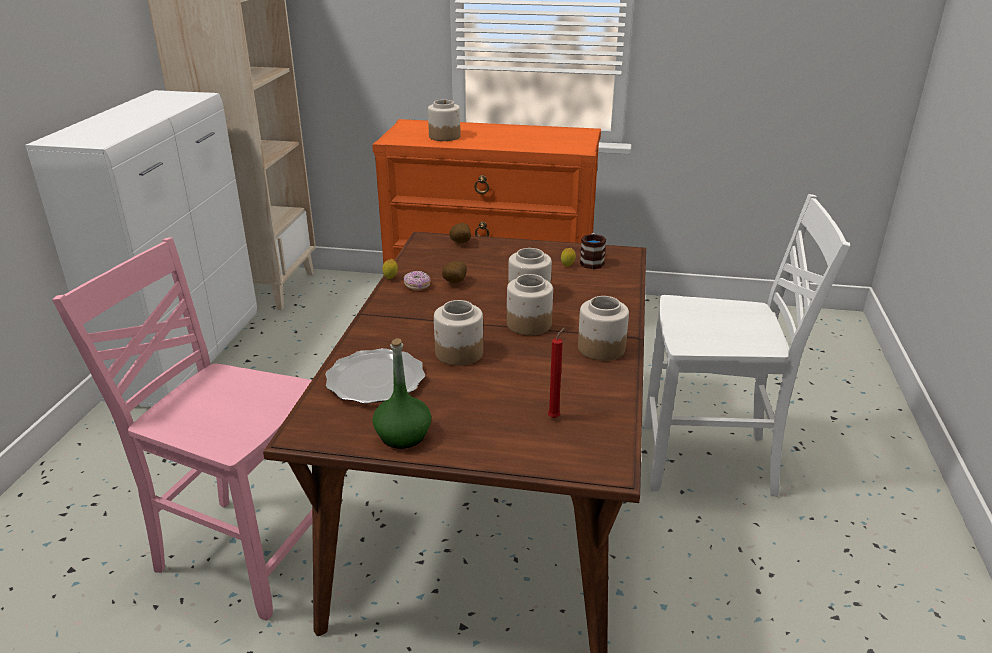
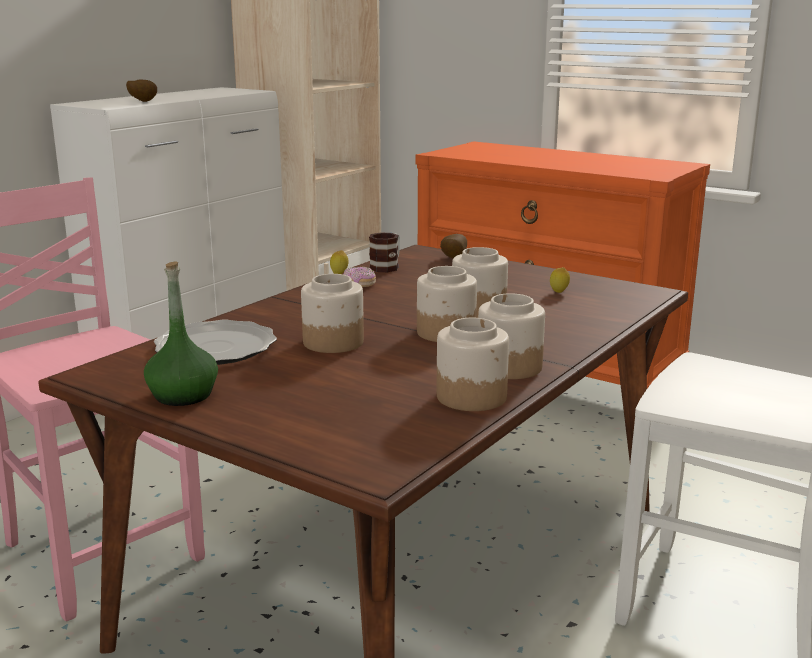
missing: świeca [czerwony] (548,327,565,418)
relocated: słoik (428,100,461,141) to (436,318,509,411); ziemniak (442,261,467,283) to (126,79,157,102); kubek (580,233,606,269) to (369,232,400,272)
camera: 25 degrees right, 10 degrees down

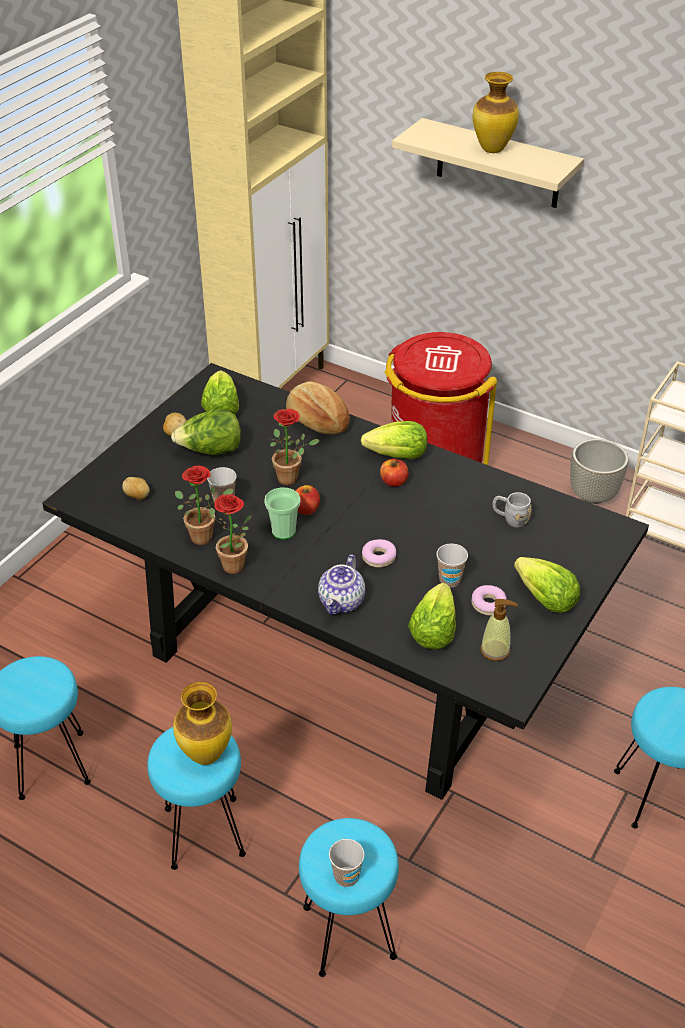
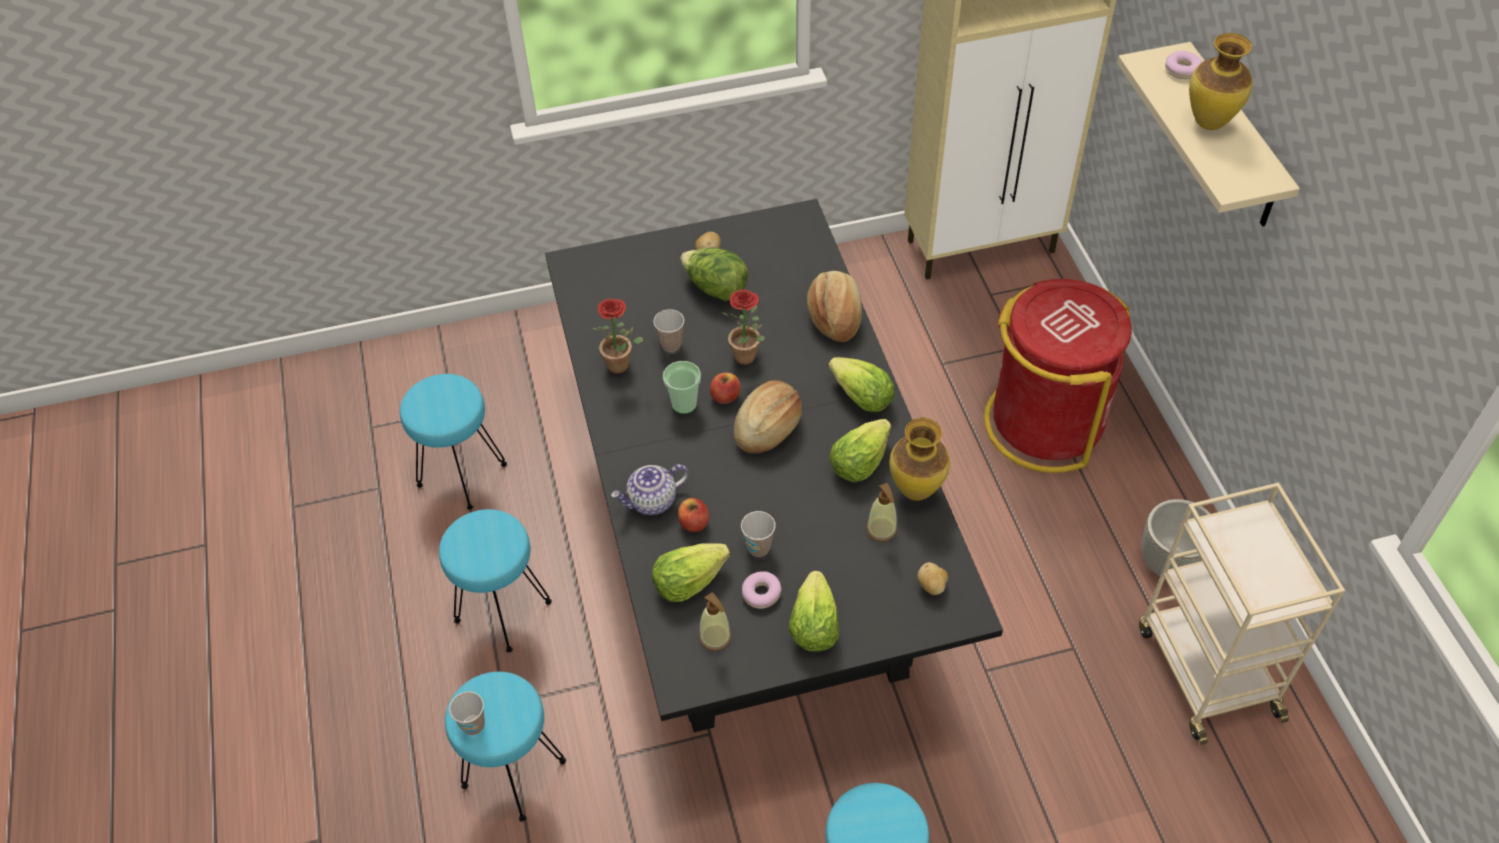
missing: roślina doniczkowa (210,494,252,574)
appeared: chleb (734,380,802,453)
relocated: ziemniak (122,477,150,500) to (918,562,948,595); wazon (173,682,232,765) to (889,418,950,501); sałata (201,370,239,415) to (829,419,891,482); donut (362,539,396,568) to (1165,51,1202,79); jabłko (380,459,409,487) to (678,498,709,532)
exchanged: kubek [szary] (492,492,532,528) to dozownik mydła (866,483,897,542)
camera: 45 degrees right, 10 degrees up

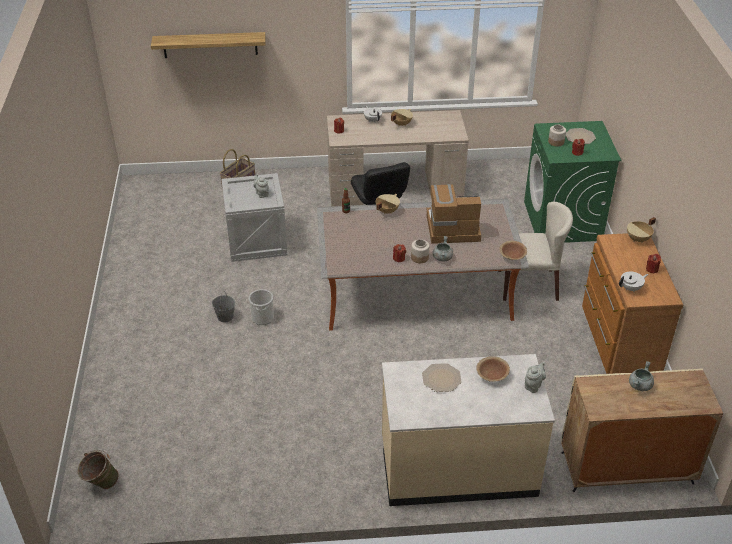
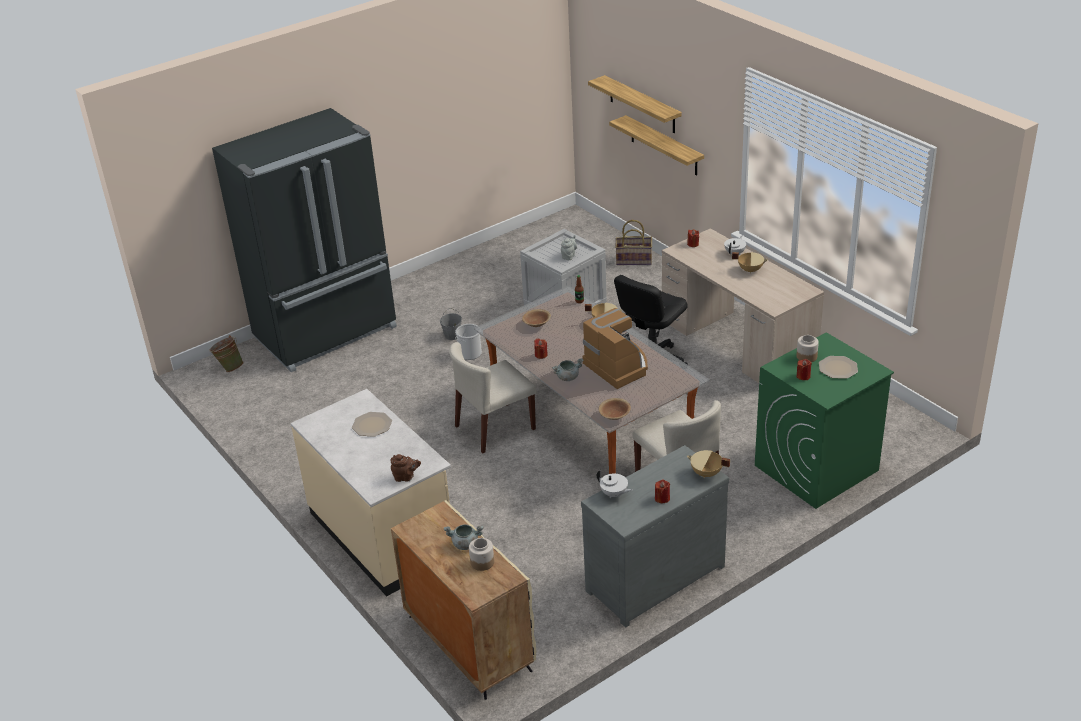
appeared: lodówka [czarny] (212,108,397,372); krzesło [beżowy] (449,342,536,453); półka (609,115,704,176)
relocated: słoik (411,239,429,263) to (469,538,494,571); miska [brązowy] (476,356,510,382) to (522,309,551,327)
colour: imbryk [szary] (525,362,546,393) to imbryk [brązowy] (391,454,421,482); komoda [brązowy] (582,233,683,374) to komoda [szary] (581,445,729,627)
camera: 60 degrees right, 5 degrees down

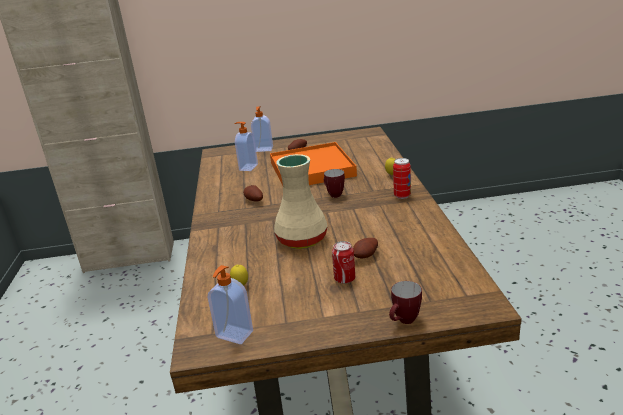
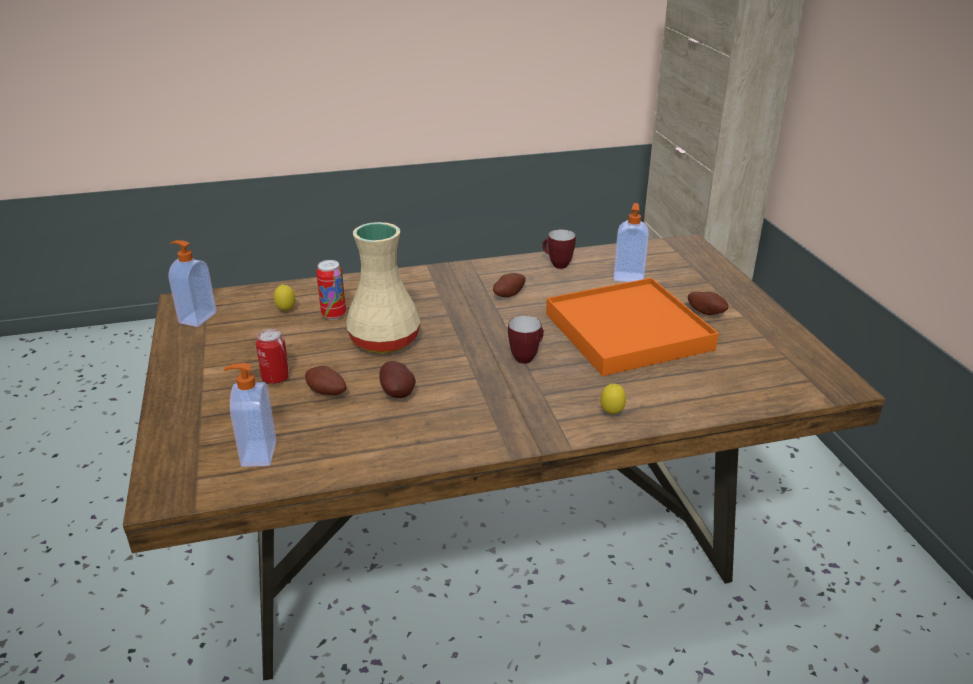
appeared: ziemniak (379,361,416,398)
relocated: dozownik mydła (251,106,273,152) to (224,363,276,467); kubek (389,281,422,324) to (542,229,576,269); puszka (393,158,411,199) to (316,260,346,320)
camera: 80 degrees right, 5 degrees up

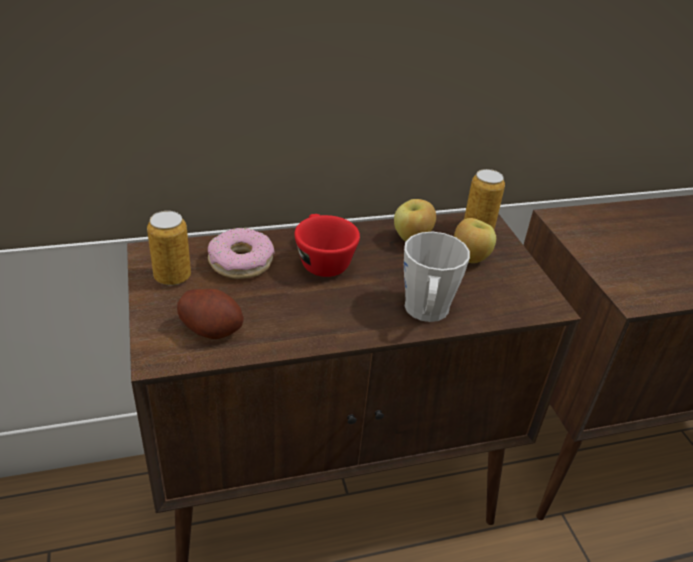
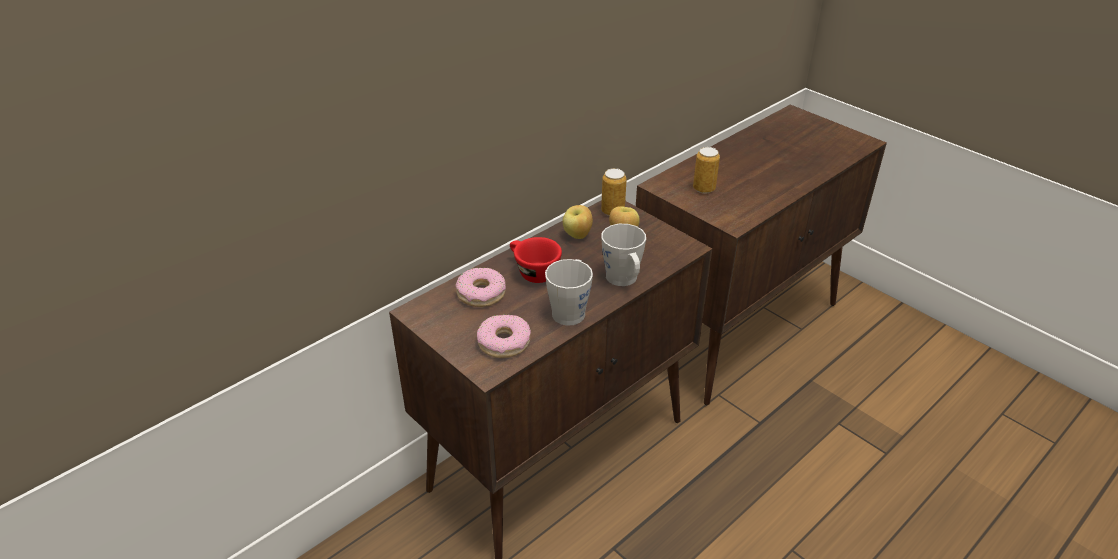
appeared: kubek [szary] (545,259,593,326)
relocated: puszka (147,211,191,285) to (693,147,720,193)
exchanged: ziemniak (177,289,244,339) to donut (477,315,531,358)
camera: 25 degrees left, 0 degrees up

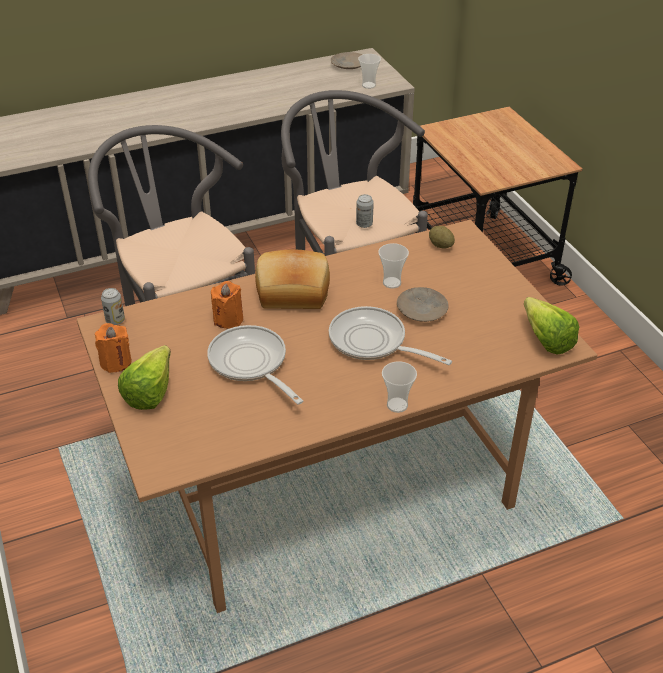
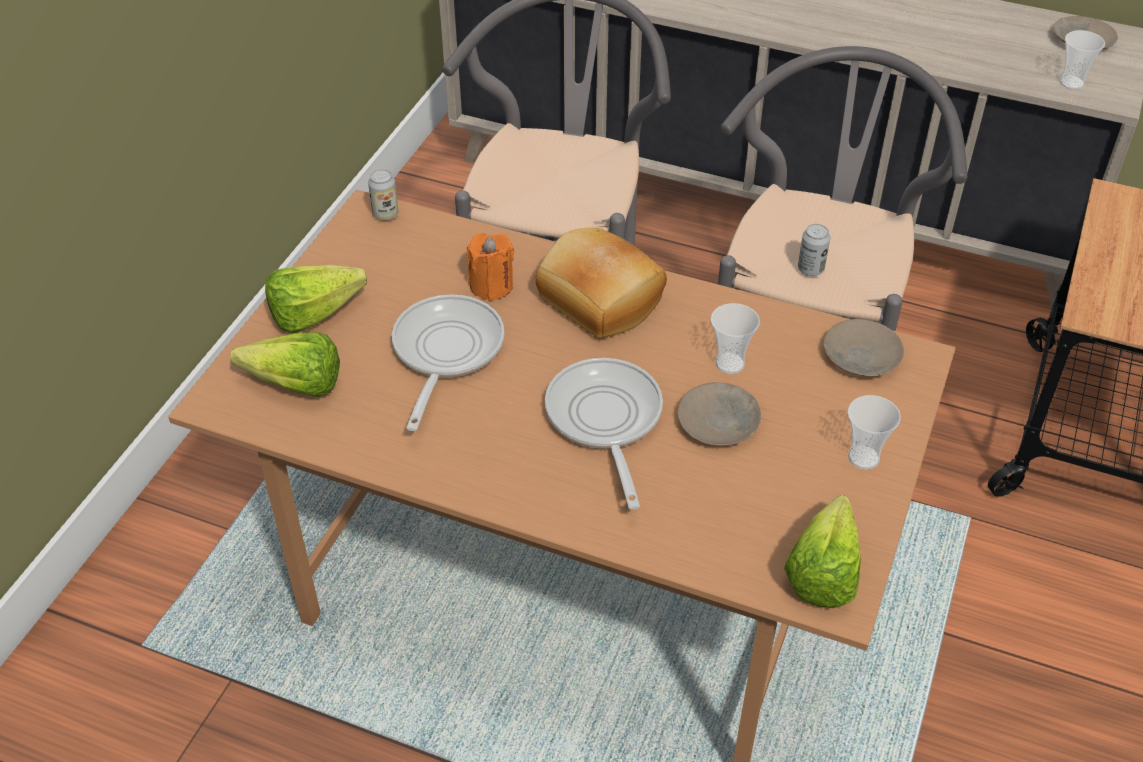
missing: świeca [pomarańczowy] (95,323,132,373)
appeared: sałata (230,332,340,397)
relocated: filiżanka (382,361,417,413) to (848,395,901,470)
exchanged: ziemniak (429,226,455,248) to talerz [beżowy] (824,319,904,377)
camera: 45 degrees right, 5 degrees up

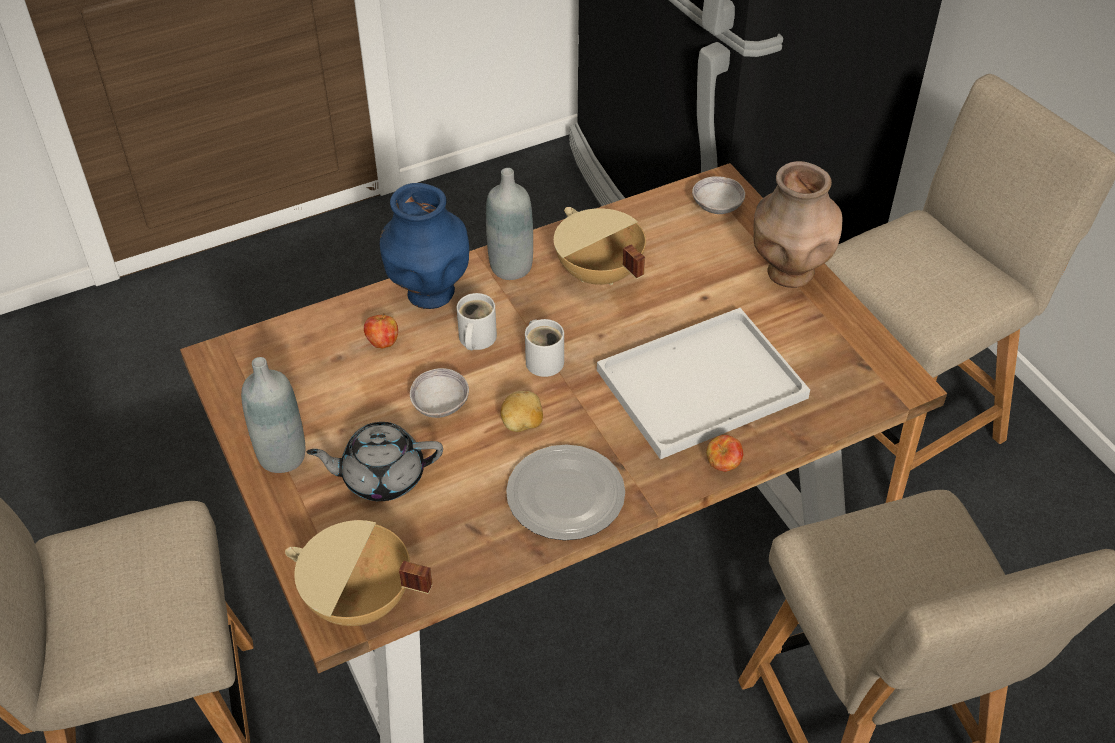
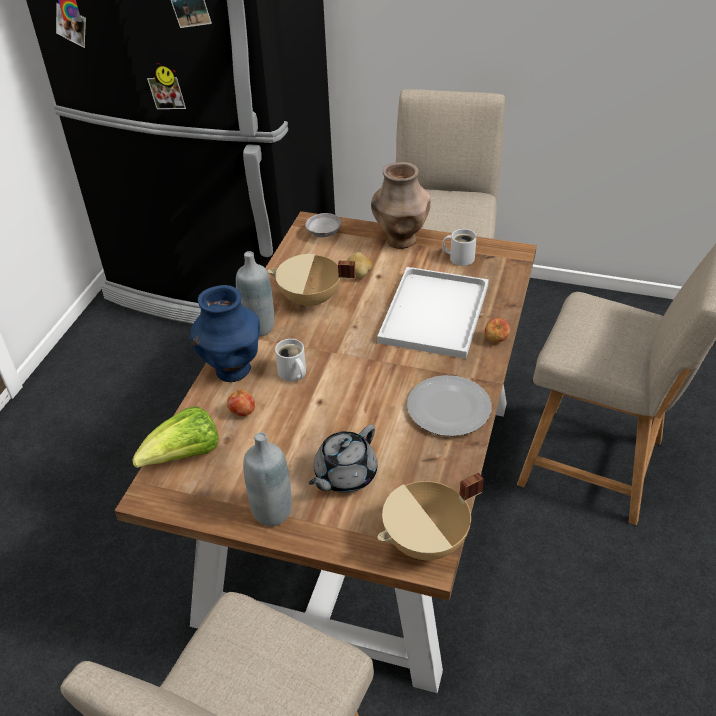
missing: miska [szary] (410,368,469,418)
appeared: sałata (132,406,219,468)
relocated: ziemniak (500,391,543,432) to (347,252,373,278); kubek [biały] (525,319,564,377) to (442,229,477,266)
camera: 45 degrees left, 5 degrees down

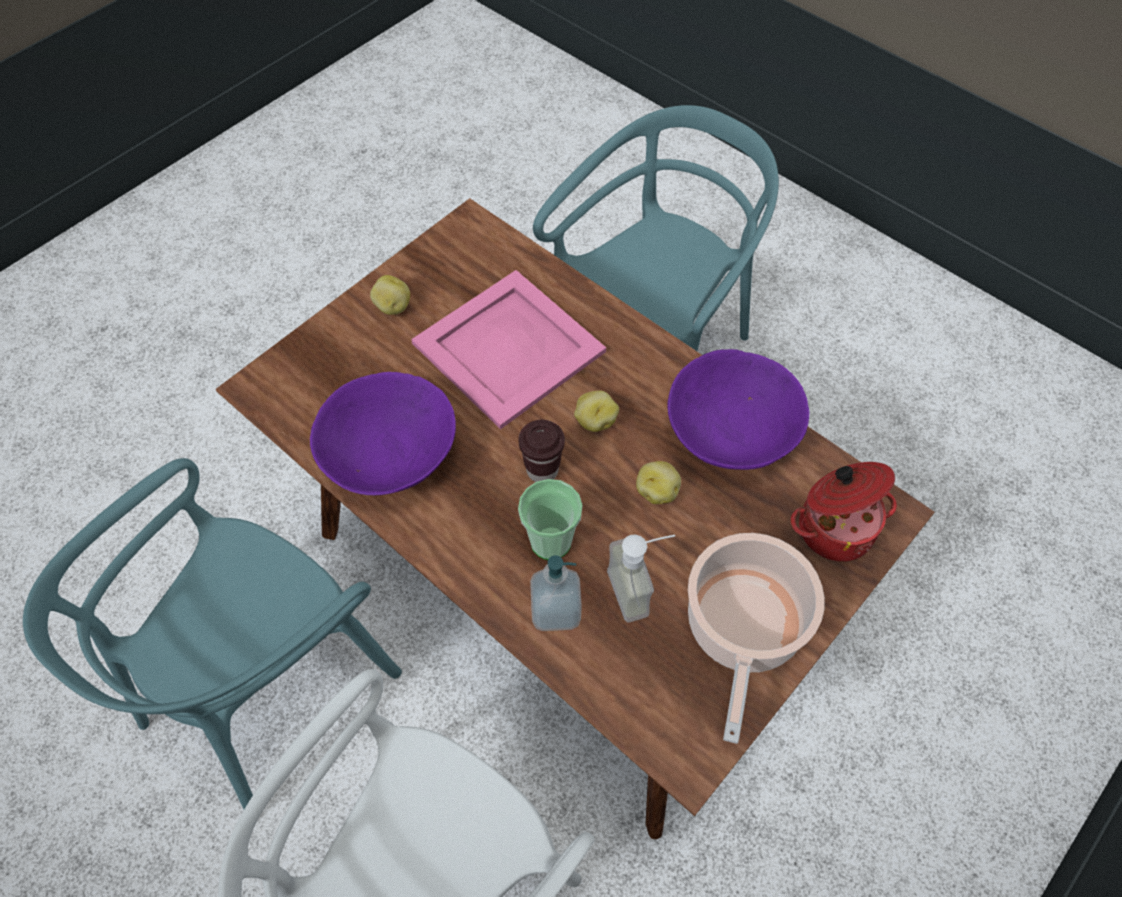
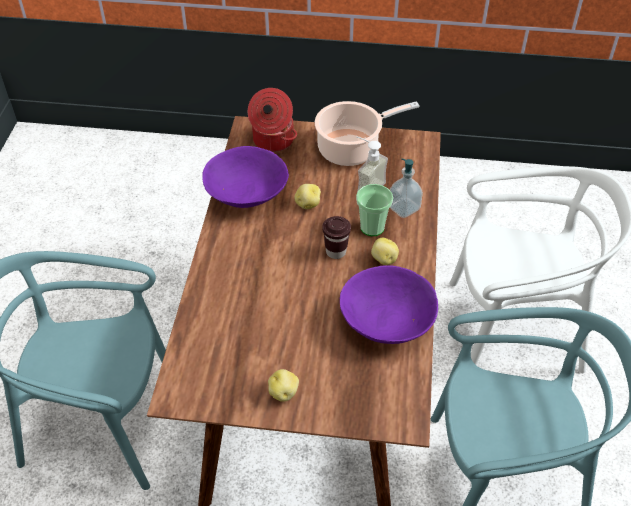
missing: taca [różowy] (411,270,606,429)
relocated: ziemniak (574,391,619,432) to (371,238,399,265)
camera: 125 degrees left, 10 degrees down

